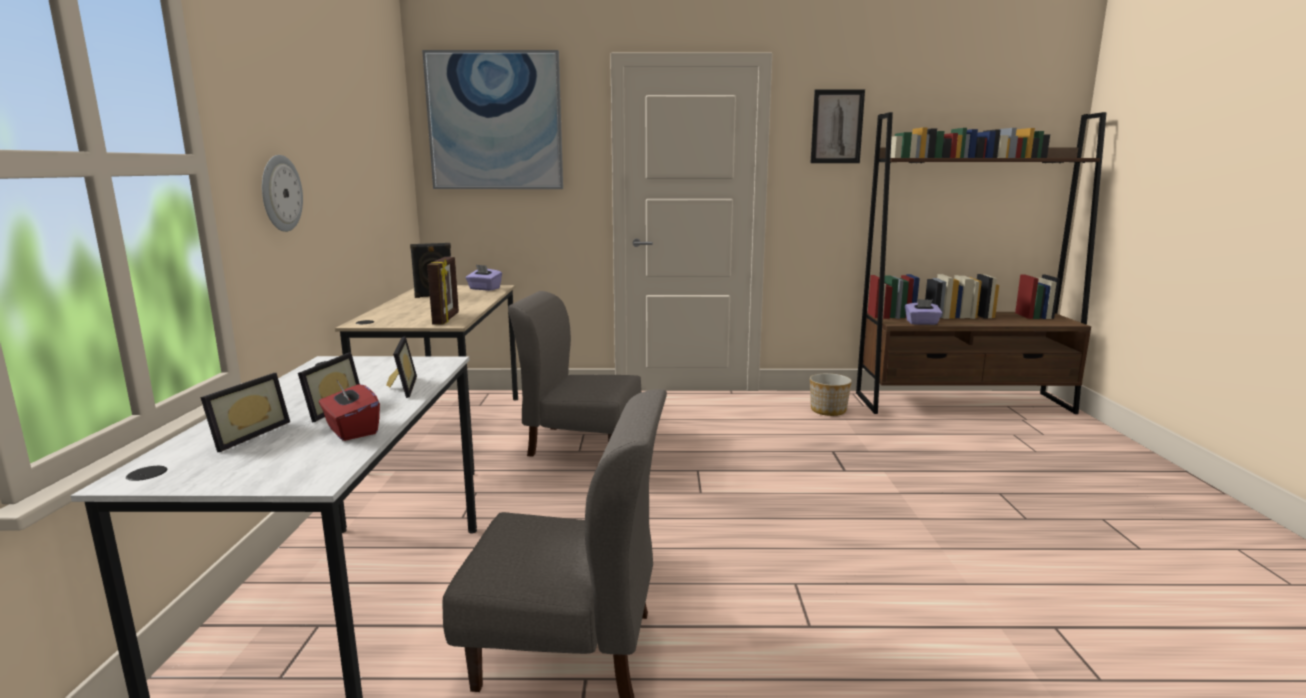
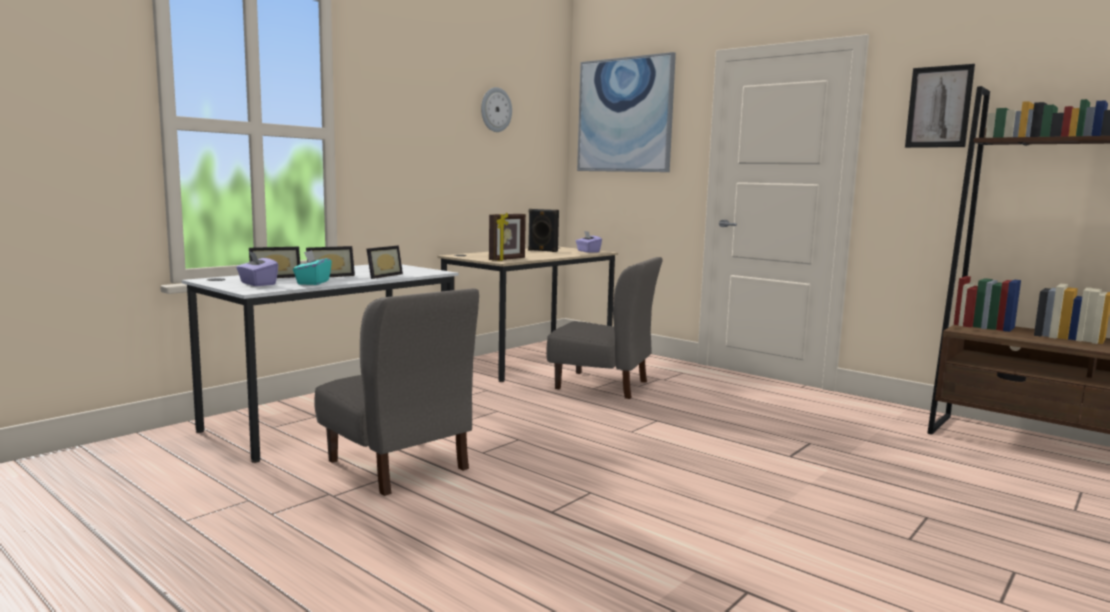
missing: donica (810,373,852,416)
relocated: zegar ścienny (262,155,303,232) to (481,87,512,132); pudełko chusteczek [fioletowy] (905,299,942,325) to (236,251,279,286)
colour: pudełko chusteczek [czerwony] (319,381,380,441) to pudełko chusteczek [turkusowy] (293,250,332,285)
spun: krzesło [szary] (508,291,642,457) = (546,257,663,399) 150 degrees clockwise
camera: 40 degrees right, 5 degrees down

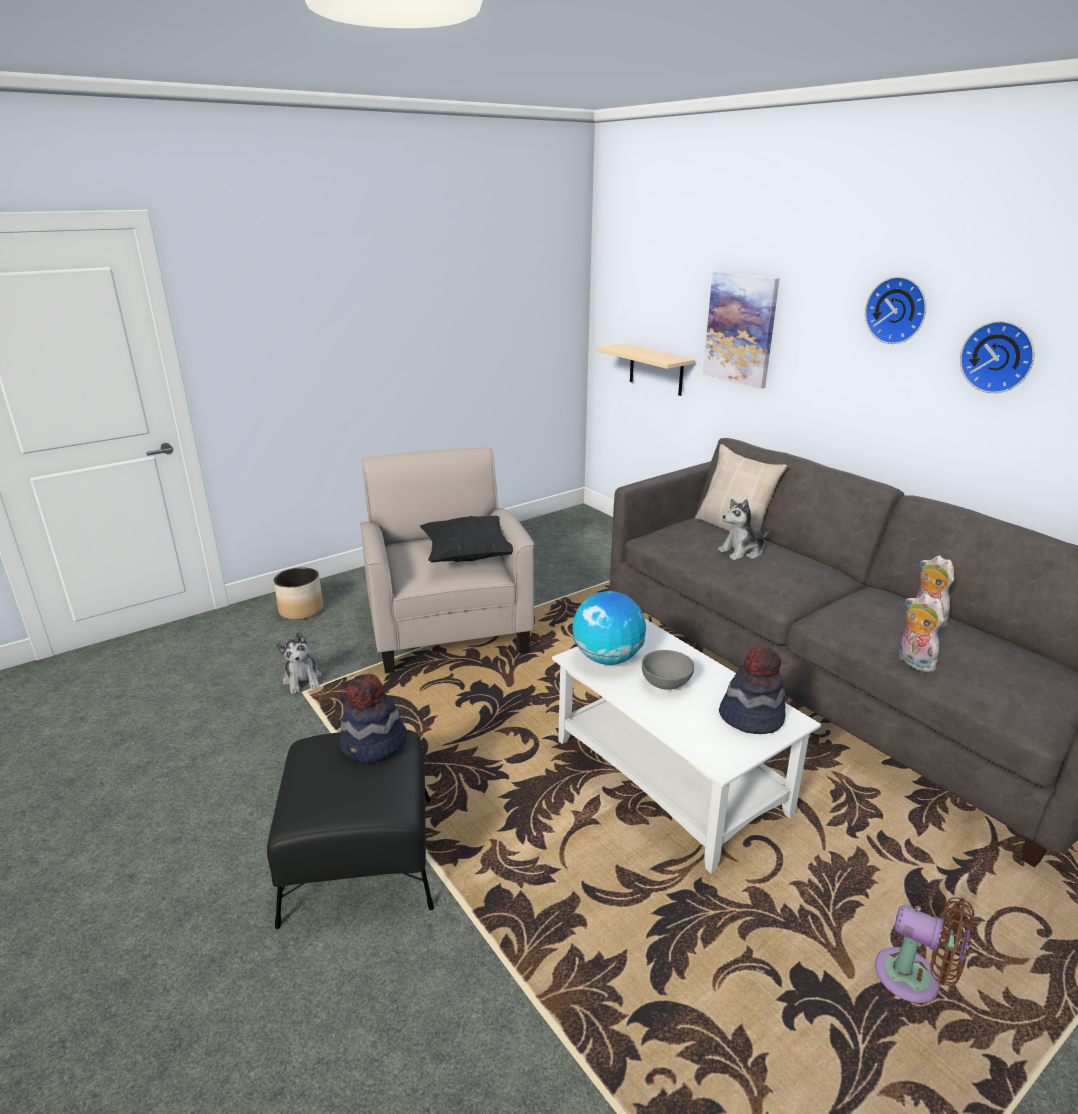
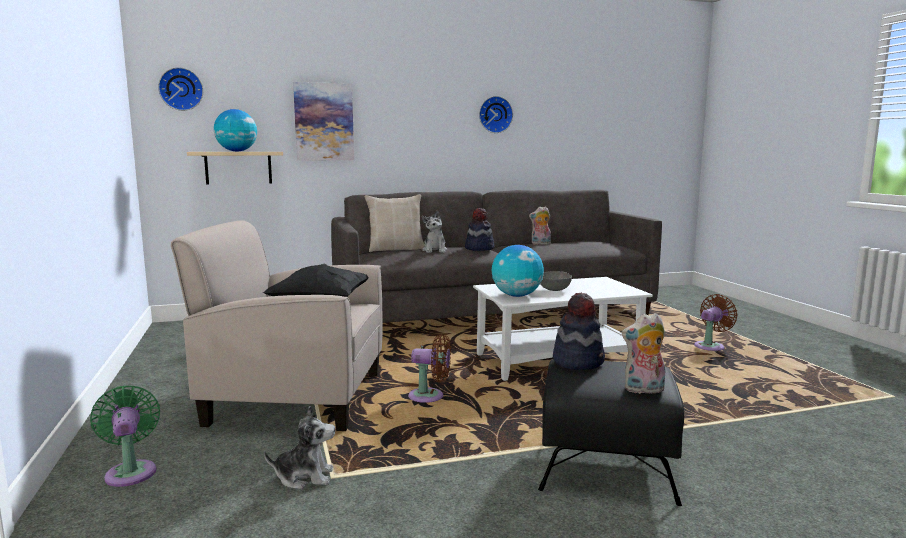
appeared: globus (214,109,257,151); wentylator [brązowy] (408,334,451,403)
relocated: kapelusz (719,646,785,734) to (465,208,494,251); zegar ścienny (865,277,926,344) to (158,67,204,111); pluszak (899,594,944,672) to (621,313,666,394)
exchanged: donica (274,567,323,620) to wentylator [zielony] (90,386,160,487)
camera: 70 degrees left, 15 degrees down

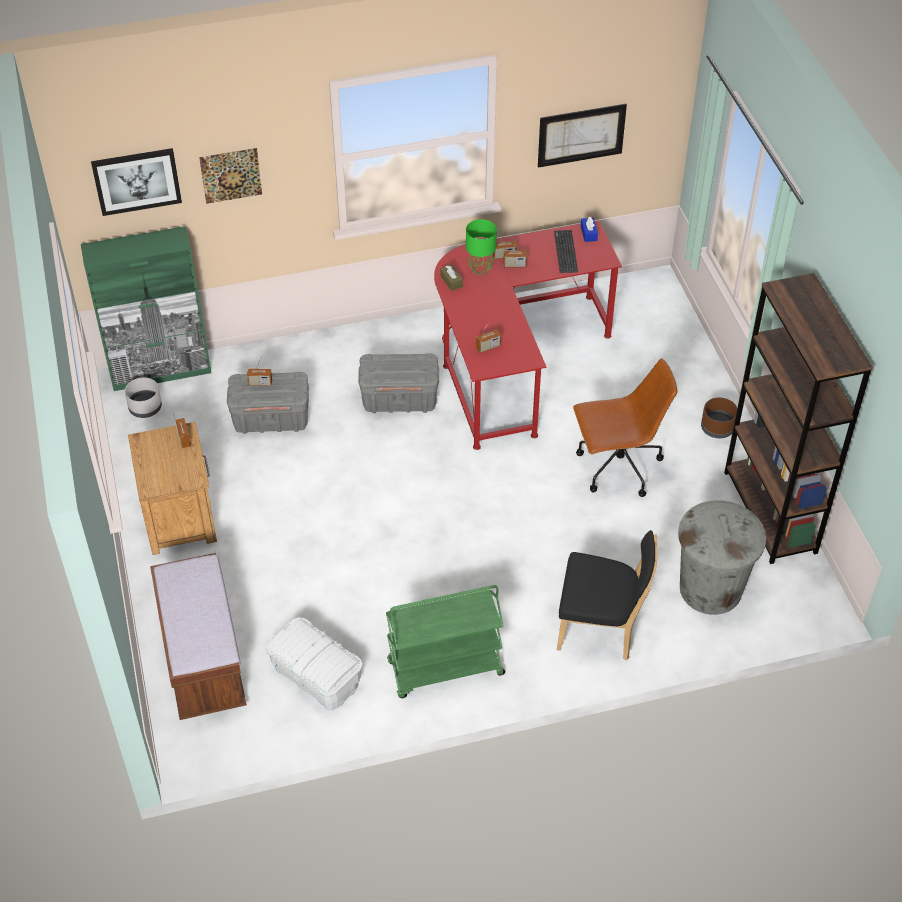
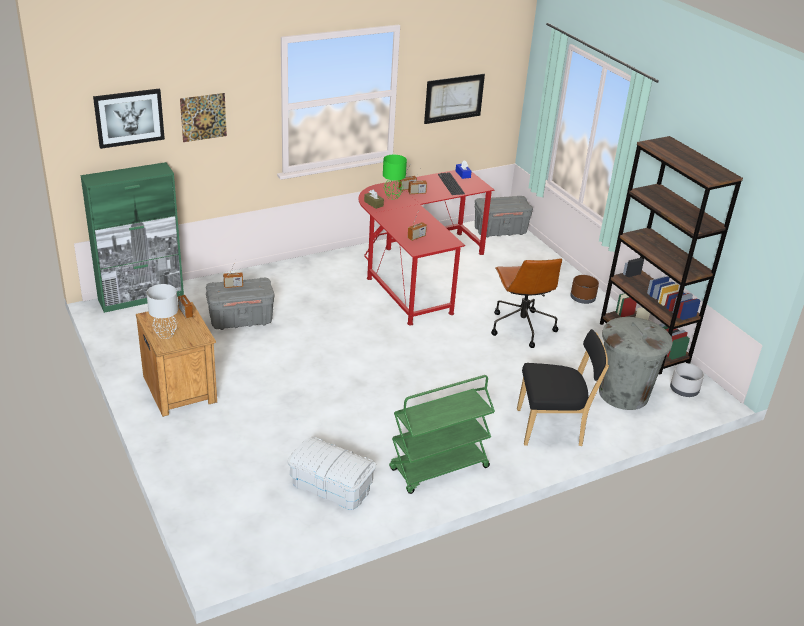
missing: ławka [brązowy] (150,553,247,720)
appeared: lampa stołowa [szary] (146,284,178,339)
relocated: donica [szary] (125,377,162,418) to (670,363,704,397); pojemnik do przechowywania [szary] (358,353,439,413) to (475,196,533,237)
spun: krzesło biurowe [brązowy] (573,358,677,497) = (491,258,562,348) 105 degrees clockwise
camera: 15 degrees left, 15 degrees down

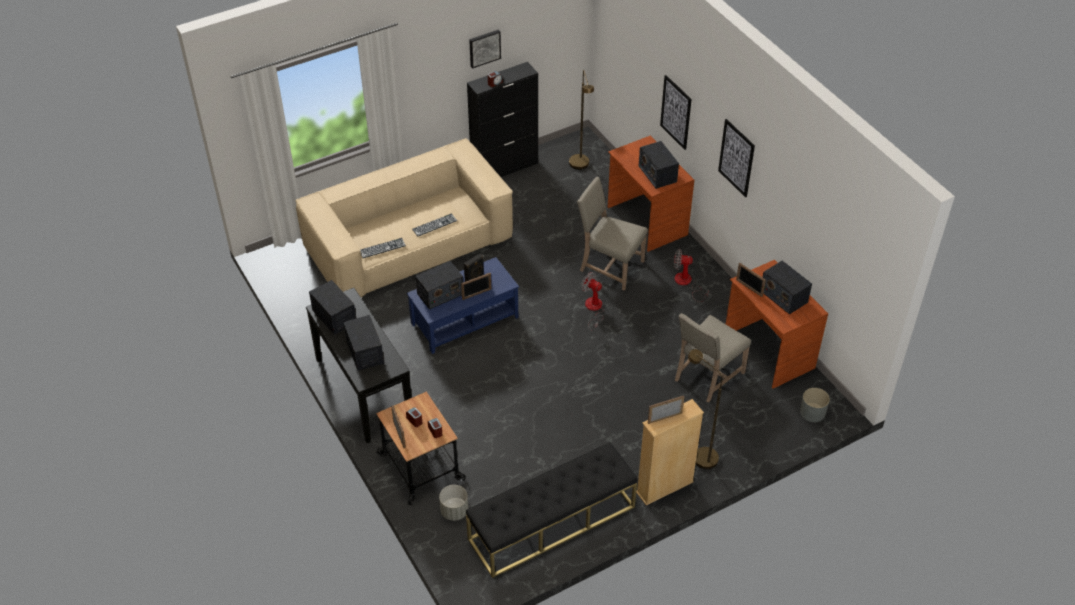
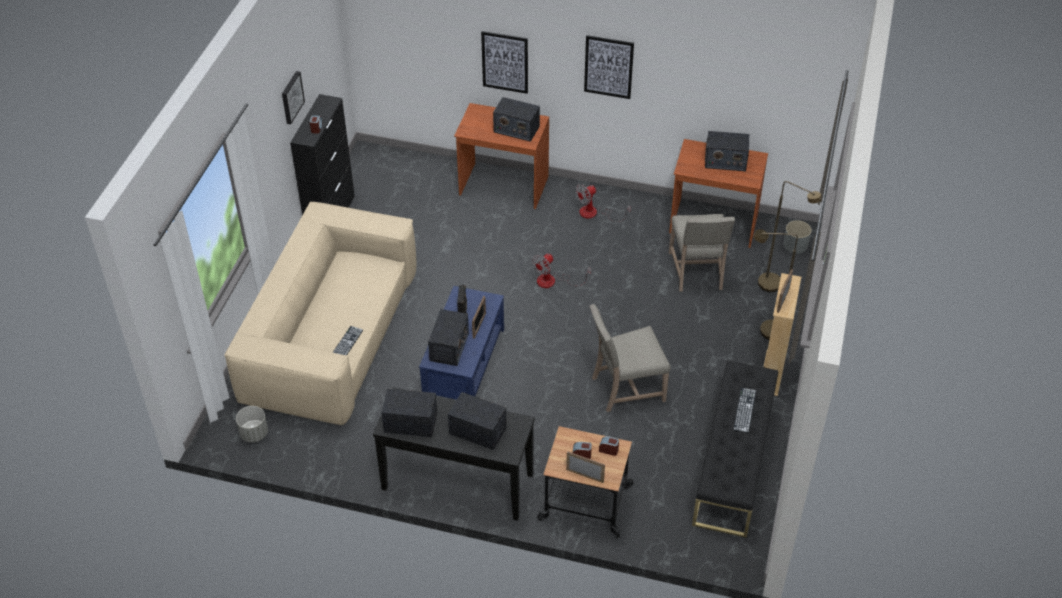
missing: ramka na zdjęcie (736,263,766,297)
relocated: klawiatura (412,214,457,236) to (733,388,756,433); donica [szary] (439,485,468,521) to (236,406,268,442); lampa stojąca [brązowy] (569,70,594,170) to (758,181,822,292); krzesło [beżowy] (577,177,648,291) to (589,304,671,412)
spun: wentylator (581,272,604,331) = (532,253,591,288) 45 degrees counterclockwise
camera: 45 degrees left, 0 degrees up

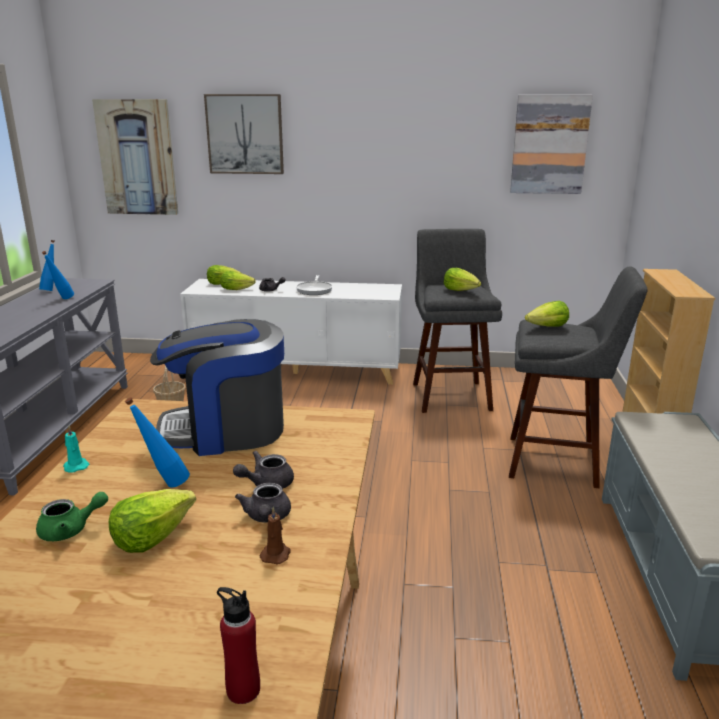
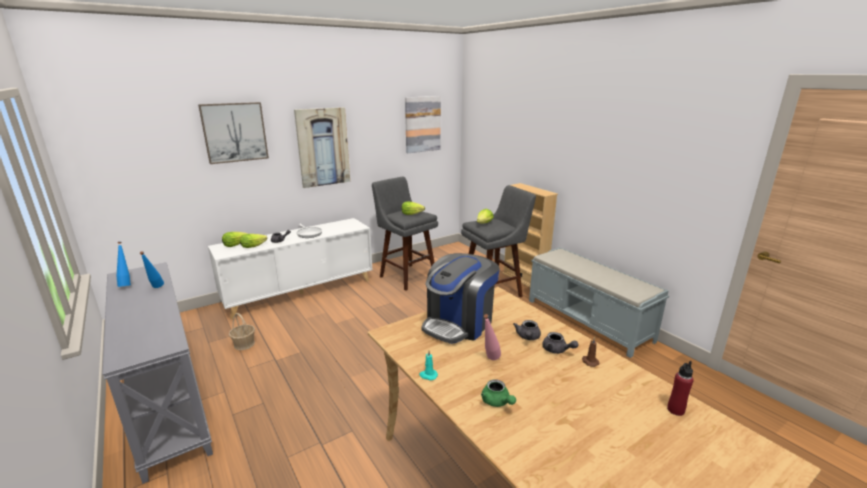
missing: sałata (109,489,196,553)
relocated: obraz (92,99,178,215) to (294,107,350,188)
colour: butelka [niebieski] (125,397,190,488) to butelka [różowy] (484,314,501,360)
spun: imbryk [zielony] (36,492,108,541) = (481,379,516,407) 120 degrees clockwise
camera: 40 degrees left, 0 degrees up

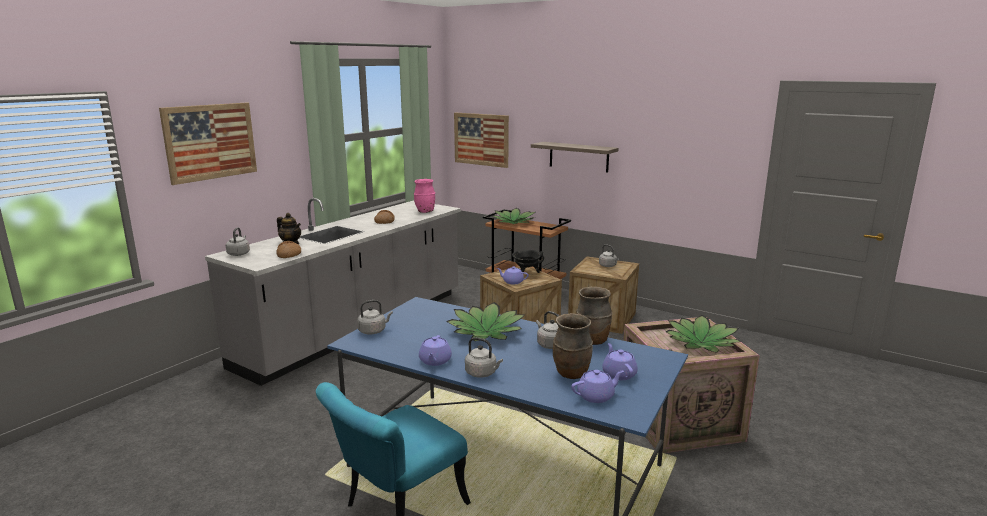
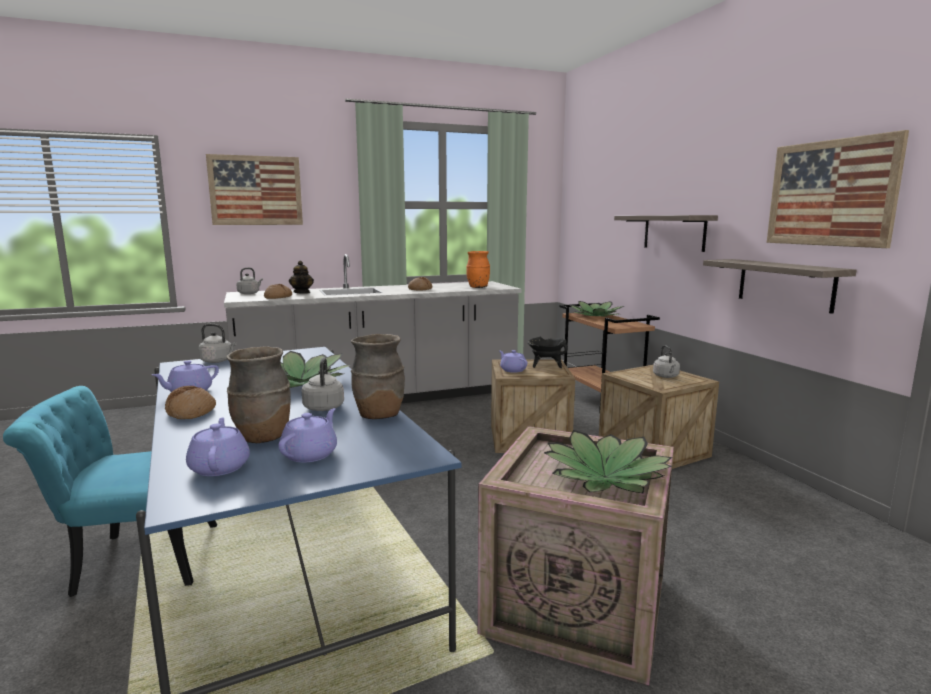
appeared: półka (703,259,857,314)
relocated: obraz (454,113,509,168) to (767,130,909,248)
exchanged: czajnik [szary] (465,337,503,378) to chleb (165,386,216,419)
colour: wazon [różowy] (414,179,435,213) to wazon [pomarańczowy] (466,251,490,288)
spun: imbryk [fioletowy] (571,370,624,403) = (186,417,250,476) 120 degrees counterclockwise
camera: 35 degrees right, 5 degrees down

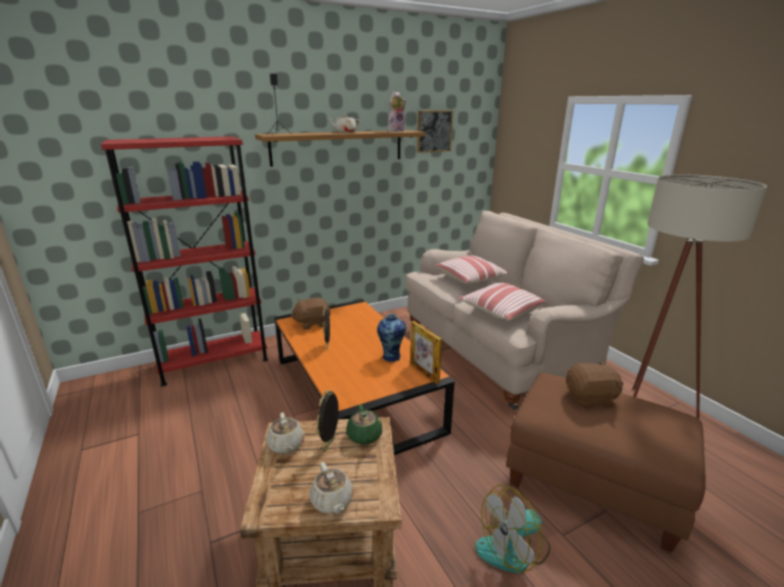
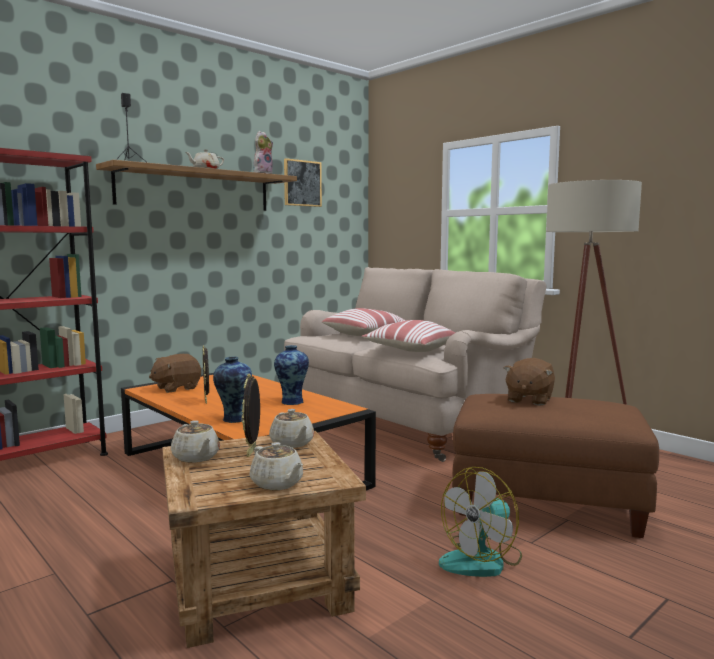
missing: ramka na zdjęcie (410,321,442,384)
appeared: wazon (213,356,252,423)
colour: imbryk [zielony] (346,405,382,445) to imbryk [beżowy] (269,409,314,448)
spun: pluszak [brązowy] (566,361,623,409) = (504,358,555,406) 135 degrees clockwise
camera: 15 degrees left, 15 degrees down

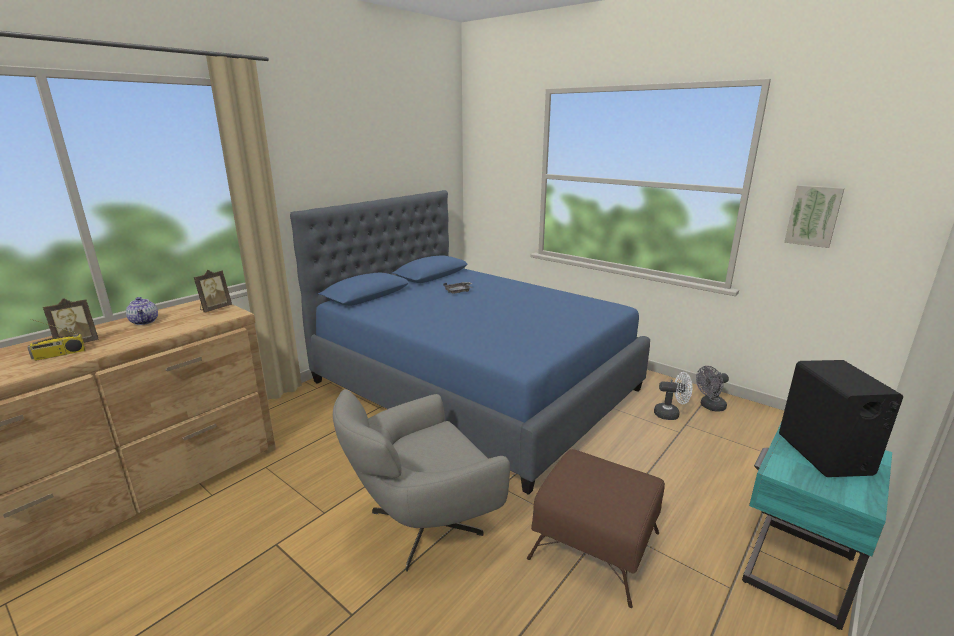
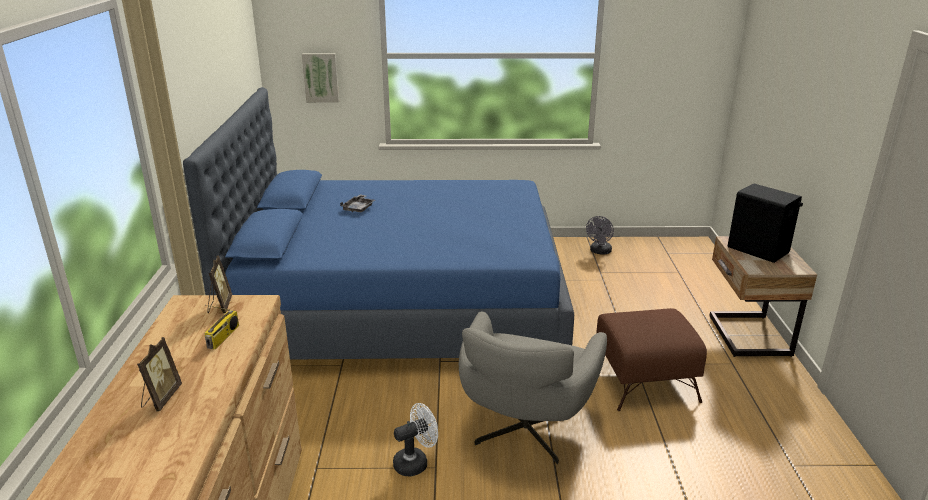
missing: imbryk (126,297,158,325)
relocated: radio (27,319,85,361) to (204,305,239,349); wentylator [biały] (654,372,692,420) to (393,403,438,476); obraz (784,185,845,248) to (302,53,339,103)
colour: szafka nocna [turkusowy] (742,424,892,630) to szafka nocna [beżowy] (709,236,817,357)
camera: 40 degrees left, 5 degrees up

